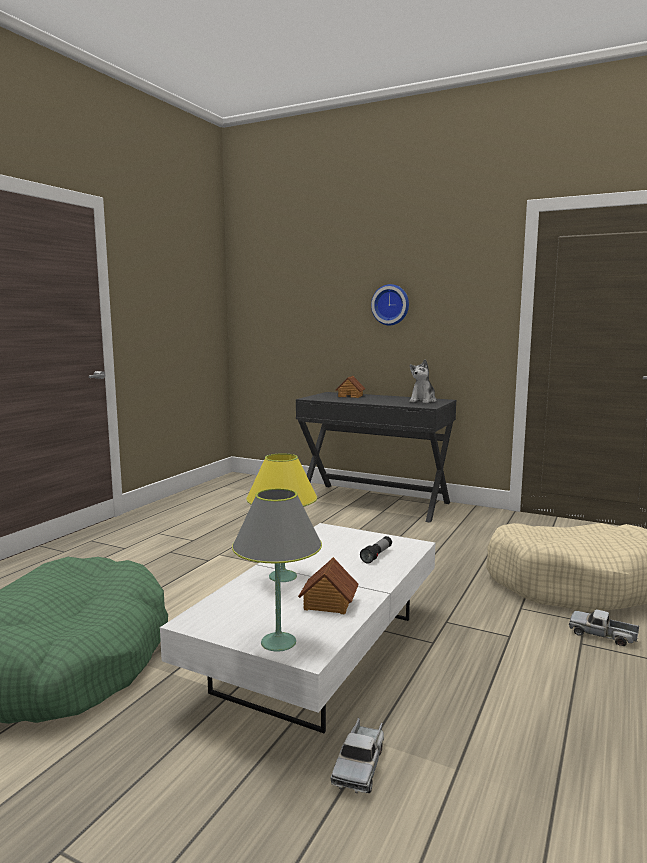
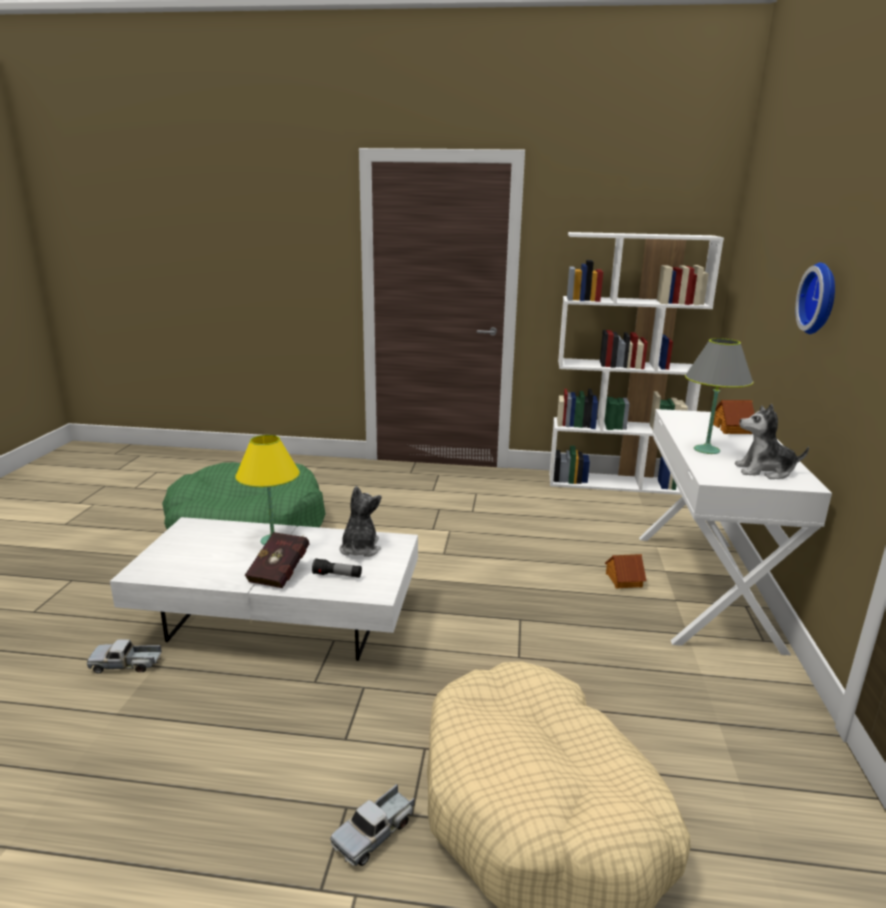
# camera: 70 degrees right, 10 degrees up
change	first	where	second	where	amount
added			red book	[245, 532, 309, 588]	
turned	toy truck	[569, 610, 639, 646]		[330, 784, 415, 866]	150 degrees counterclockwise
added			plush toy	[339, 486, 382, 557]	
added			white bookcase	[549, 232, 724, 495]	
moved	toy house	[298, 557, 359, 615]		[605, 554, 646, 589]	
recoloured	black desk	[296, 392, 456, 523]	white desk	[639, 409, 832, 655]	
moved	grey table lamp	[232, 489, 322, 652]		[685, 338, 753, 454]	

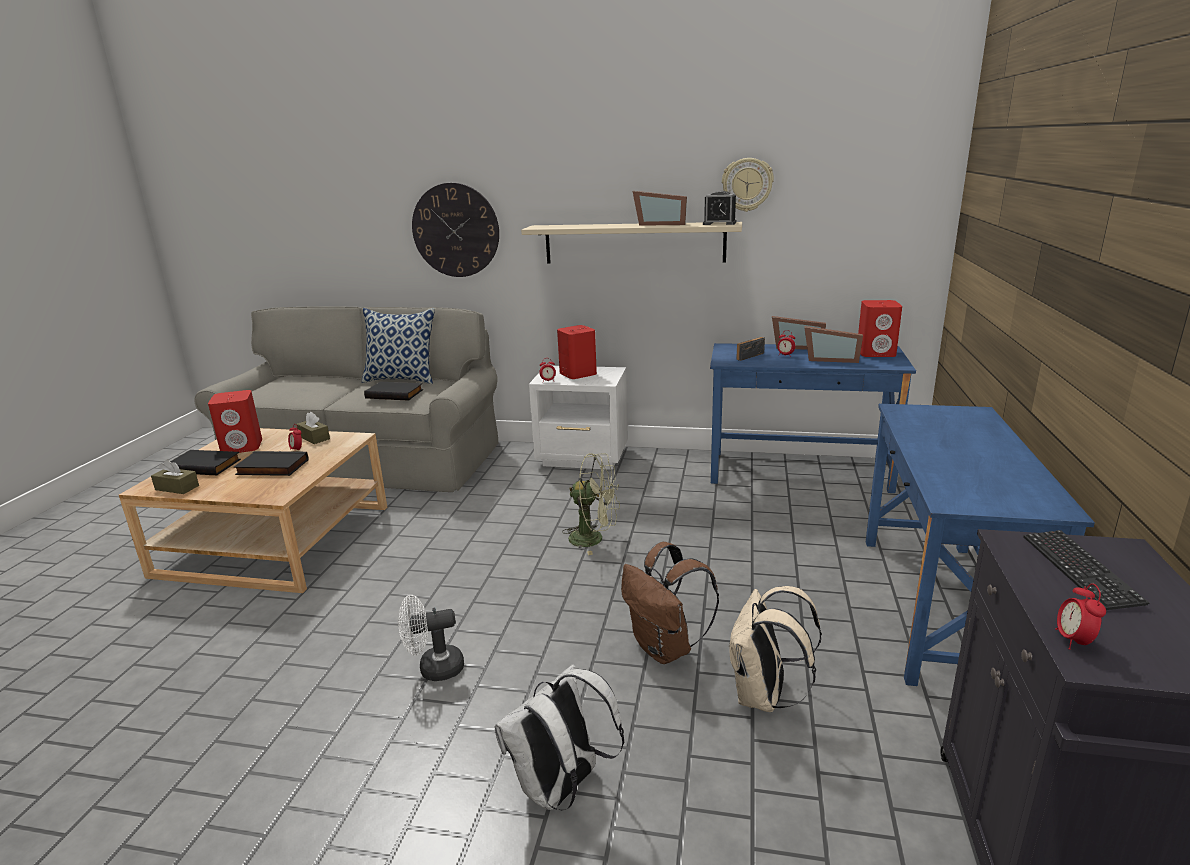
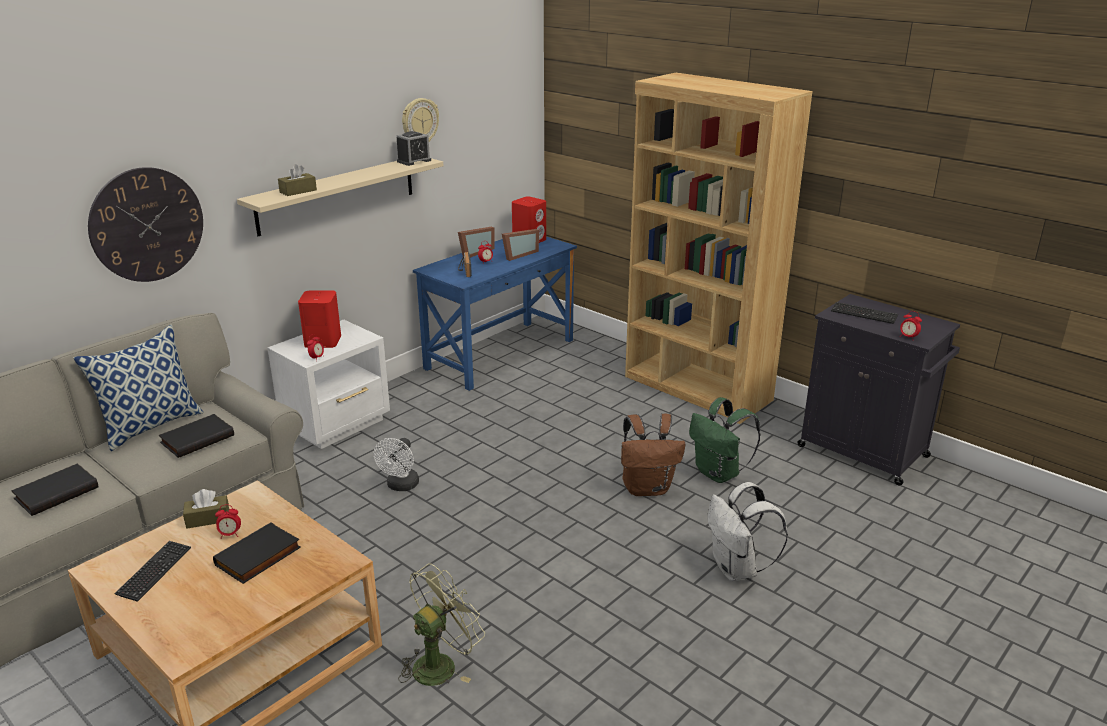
# camera: 60 degrees left, 5 degrees up
change	first	where	second	where	amount
moved	black book	[170, 450, 241, 475]		[11, 463, 98, 516]	
replaced	red speaker	[208, 390, 262, 453]	keyboard	[114, 541, 191, 602]	
moved	brown tissue box	[151, 459, 199, 494]		[278, 164, 317, 196]	
moved	white fan	[398, 595, 464, 681]		[374, 438, 419, 491]	
moved	green fan	[562, 453, 620, 555]		[398, 563, 485, 686]	
replaced	blue desk	[866, 404, 1095, 686]	brown bookcase	[625, 73, 813, 424]	
recoloured	beige backpack	[729, 586, 822, 712]	green backpack	[689, 397, 761, 483]	
removed	picture frame	[633, 191, 687, 226]			

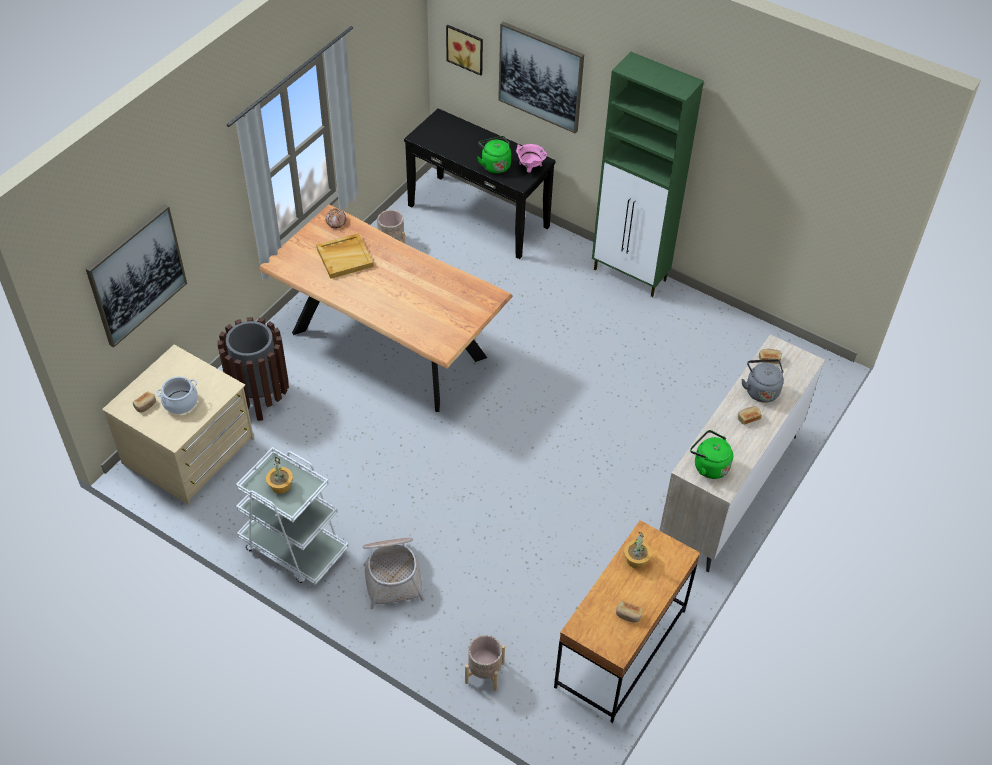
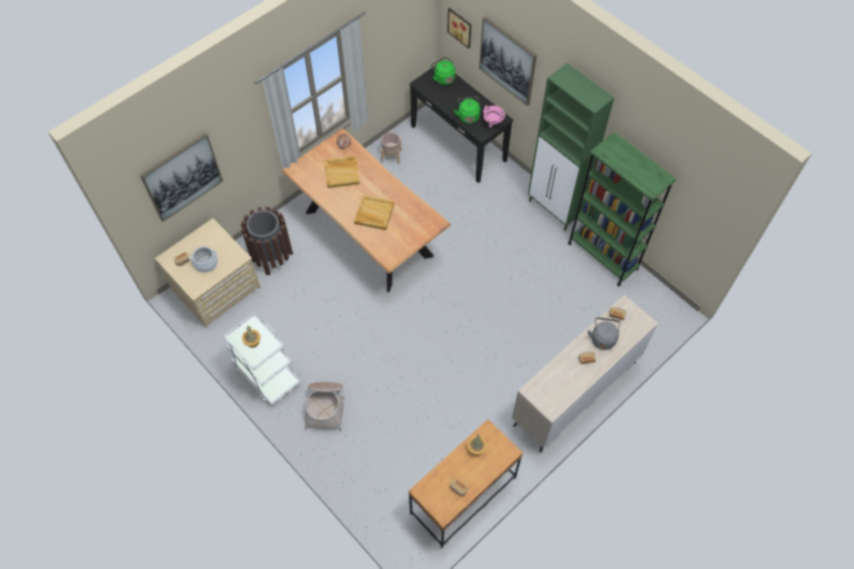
# camera: 15 degrees right, 10 degrees up
change	first	where	second	where	amount
added			beige tray	[354, 195, 394, 230]	
moved	green kettle	[690, 430, 733, 479]		[431, 57, 455, 85]	
added			green bookcase	[568, 132, 676, 286]	
removed	beige planter	[465, 635, 505, 691]			

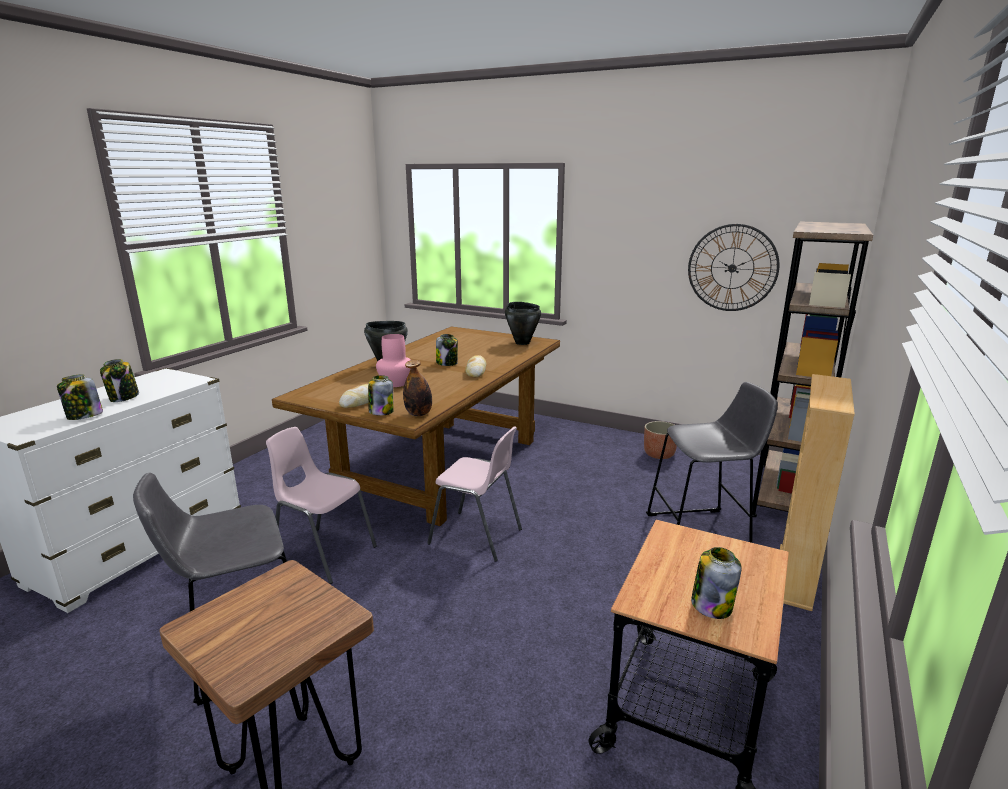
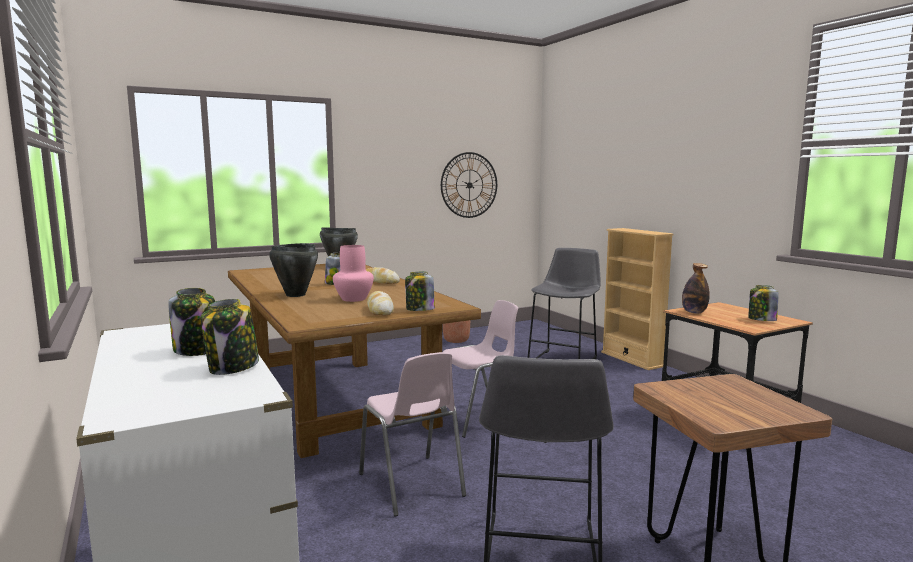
# camera: 55 degrees left, 10 degrees down
change	first	where	second	where	amount
turned	pink chair	[266, 427, 377, 584]		[359, 352, 466, 516]	90 degrees counterclockwise
moved	bottle	[403, 360, 432, 416]		[682, 263, 710, 314]	
removed	brown bookcase	[753, 221, 873, 517]			

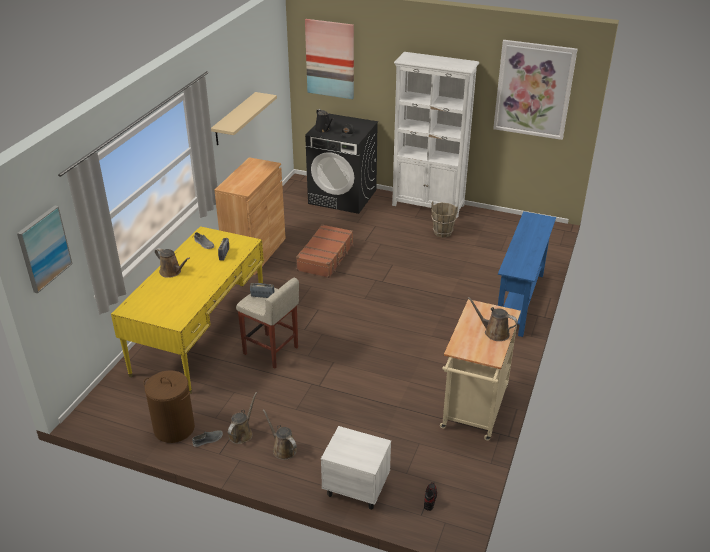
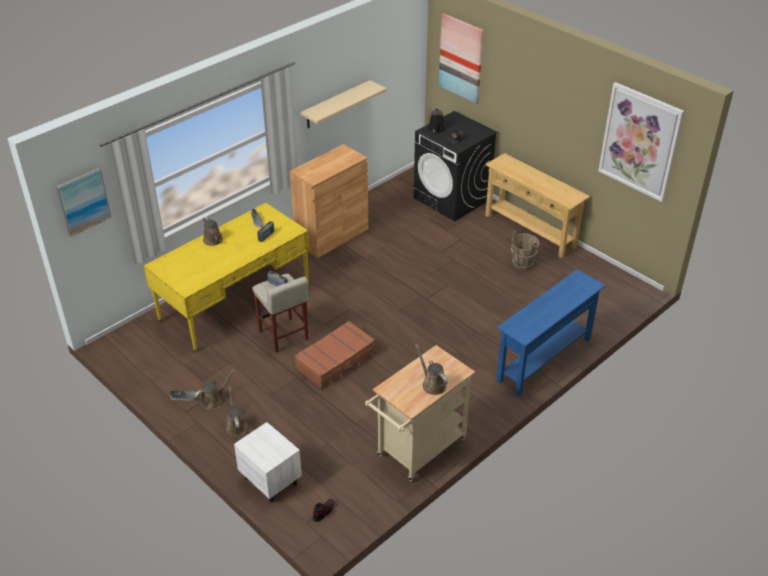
# camera: 25 degrees right, 5 degrees up
change	first	where	second	where	amount
moved	brown suitcase	[296, 224, 354, 278]		[294, 321, 376, 389]	
replaced	white bookcase	[392, 52, 479, 218]	beige console table	[485, 153, 590, 258]	
removed	brown laundry basket	[143, 370, 195, 443]			

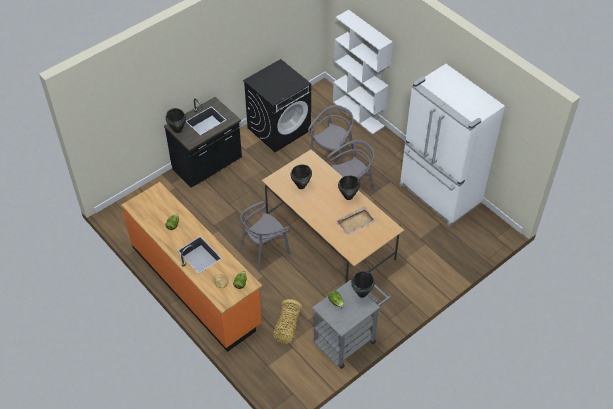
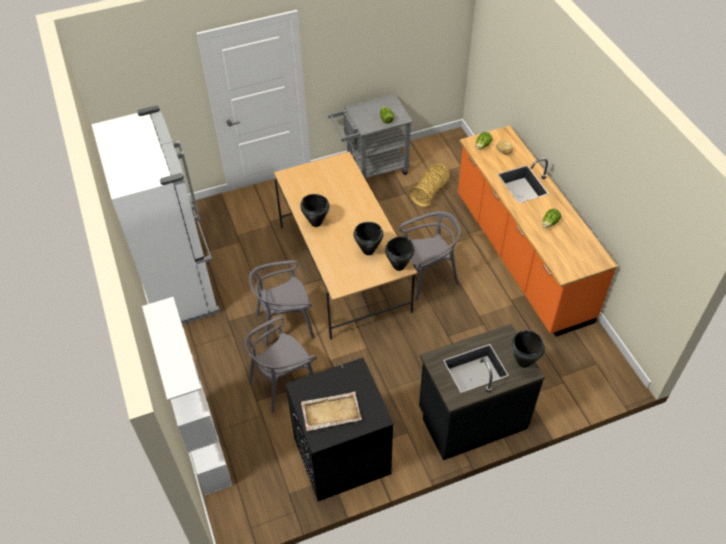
# camera: 160 degrees left, 0 degrees up
change	first	where	second	where	amount
moved	beige tray	[336, 206, 376, 236]		[301, 391, 362, 431]	
moved	black cooking pot	[352, 271, 375, 298]		[385, 237, 414, 271]	

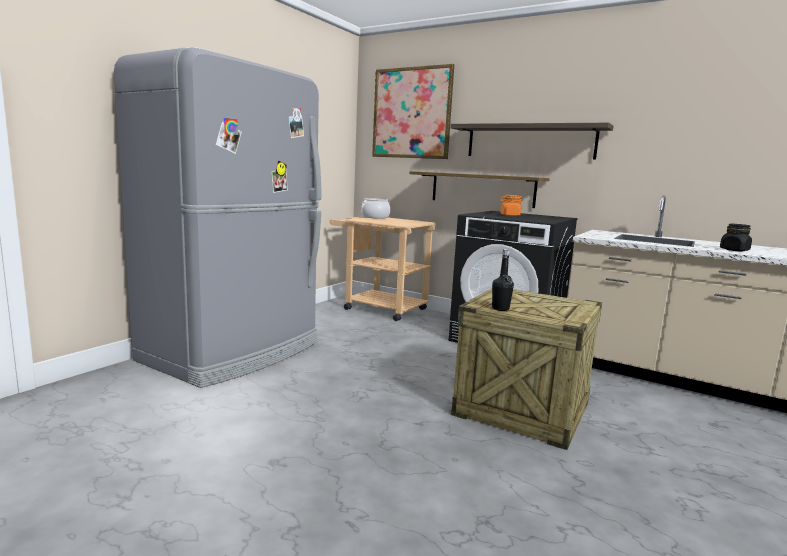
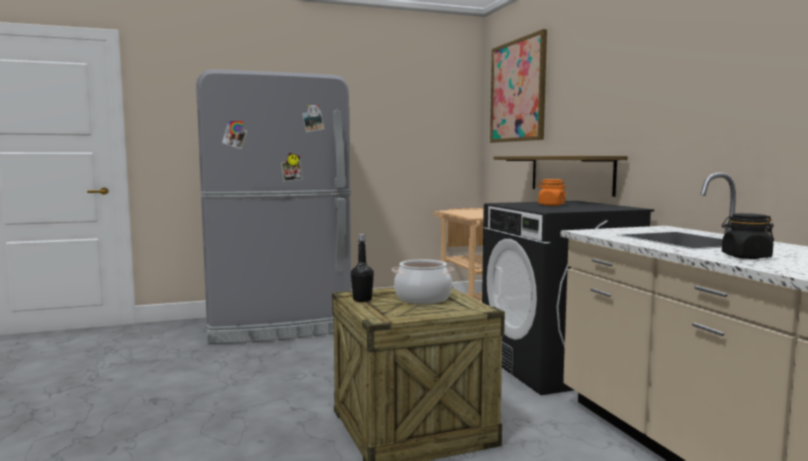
# camera: 40 degrees right, 5 degrees down
change	first	where	second	where	amount
moved	cooking pot	[361, 198, 390, 219]		[392, 260, 455, 304]	
removed	shelf	[451, 123, 614, 160]			

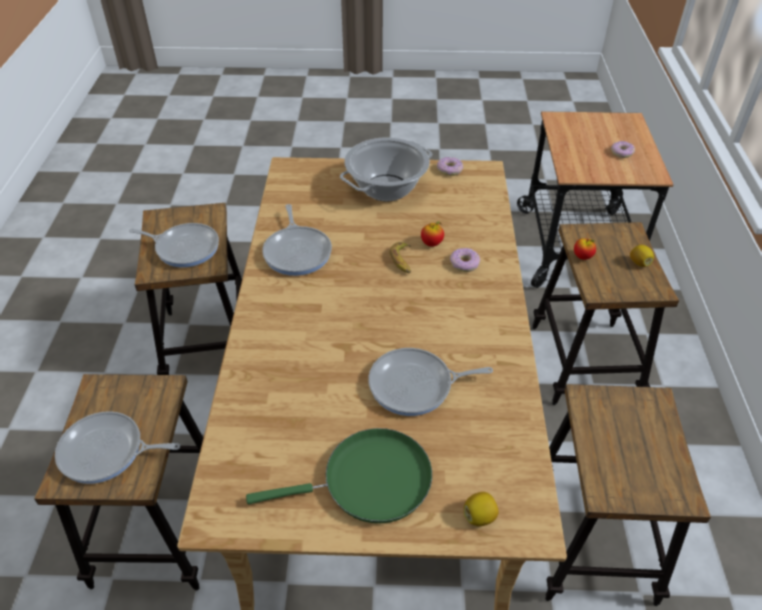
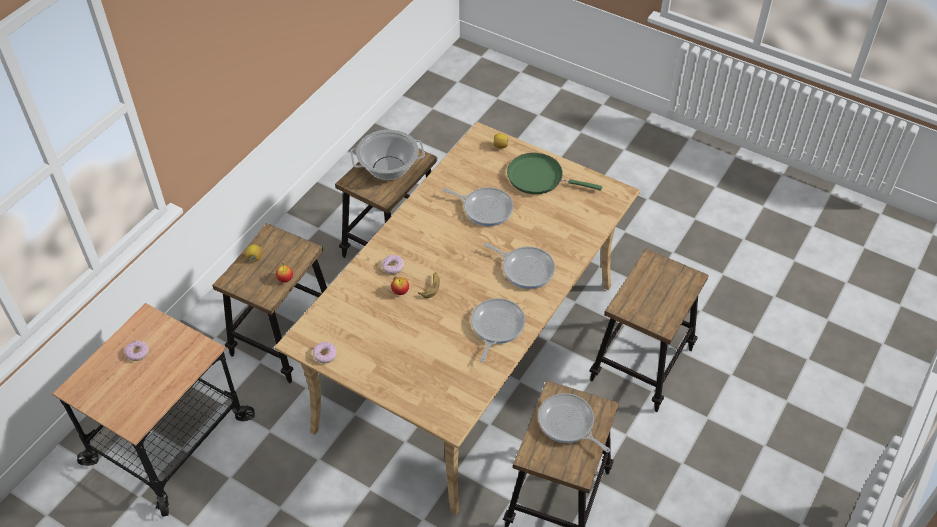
# camera: 150 degrees left, 5 degrees up
change	first	where	second	where	amount
moved	cooking pot	[340, 137, 432, 201]		[350, 130, 425, 180]	
moved	frying pan	[55, 411, 180, 484]		[484, 243, 555, 289]	

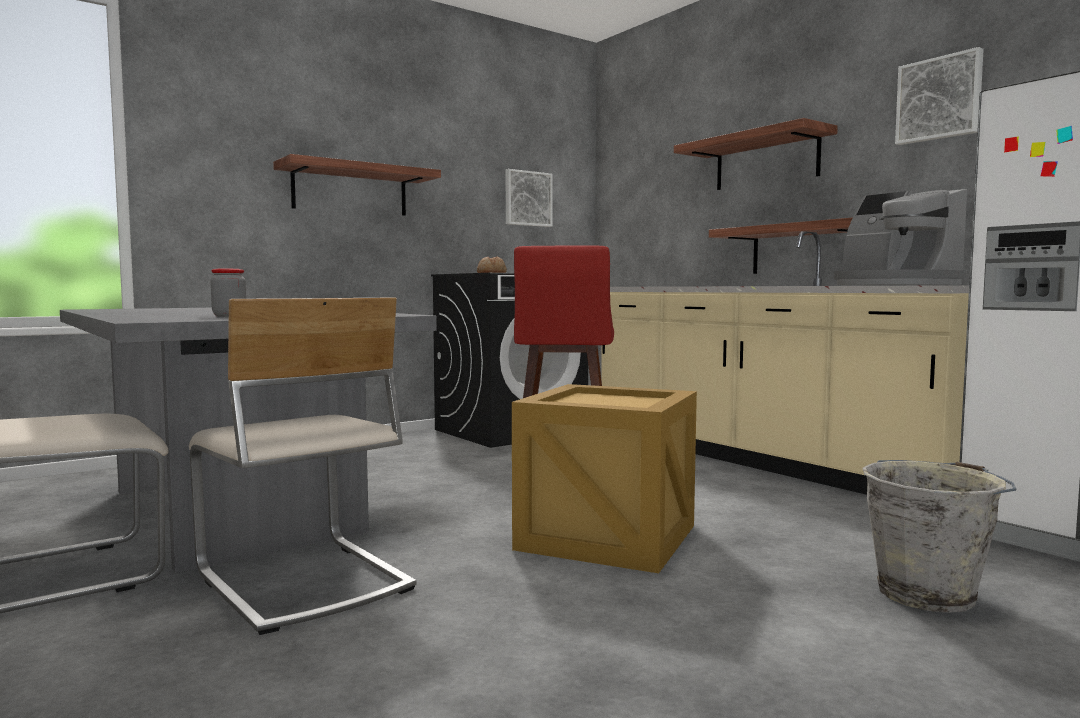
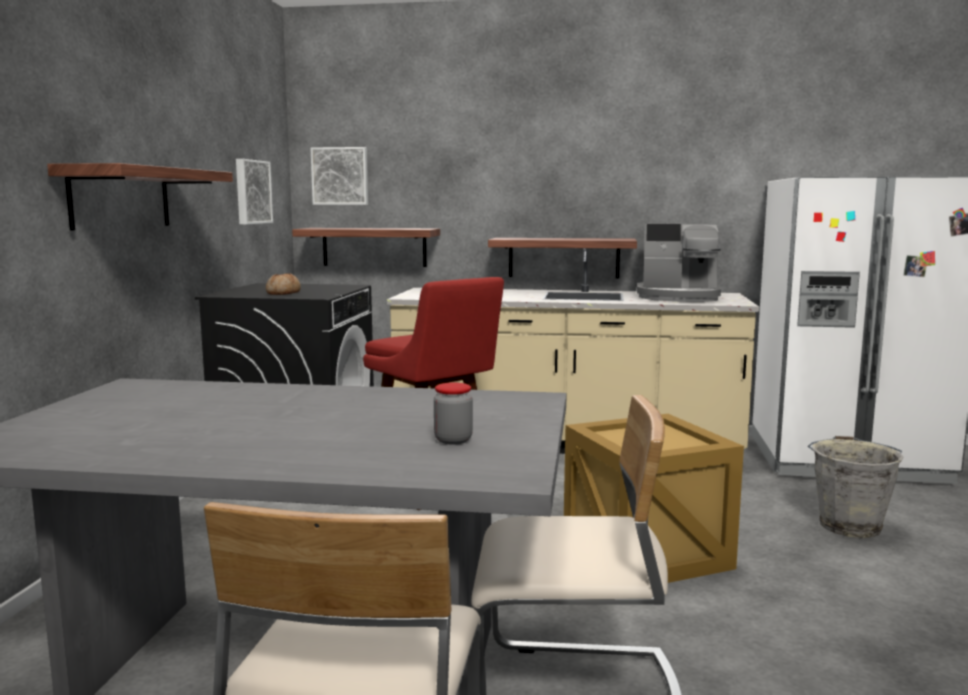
# camera: 45 degrees left, 5 degrees up
change	first	where	second	where	amount
moved	shelf	[674, 118, 838, 190]		[292, 228, 440, 267]	
moved	picture	[895, 47, 984, 145]		[311, 147, 368, 205]	

